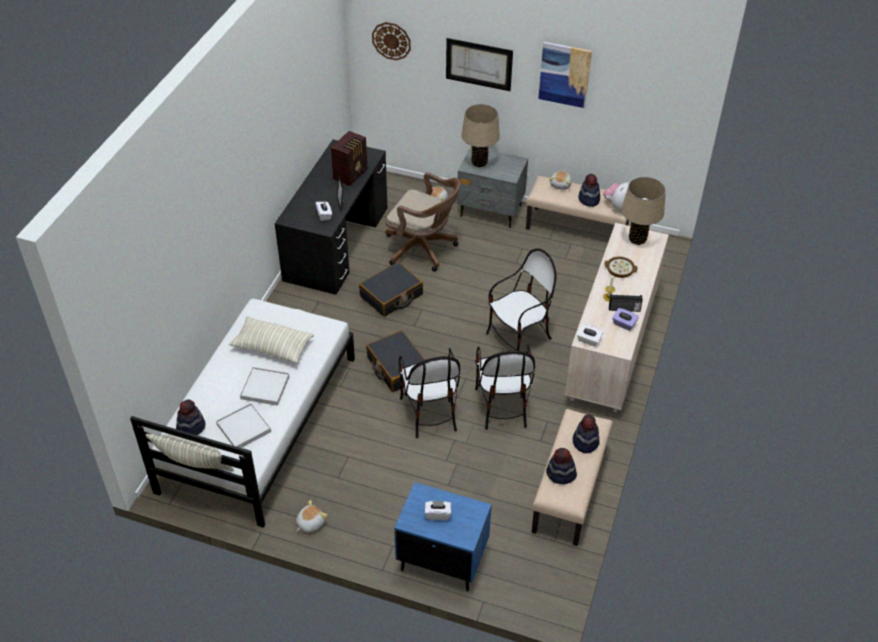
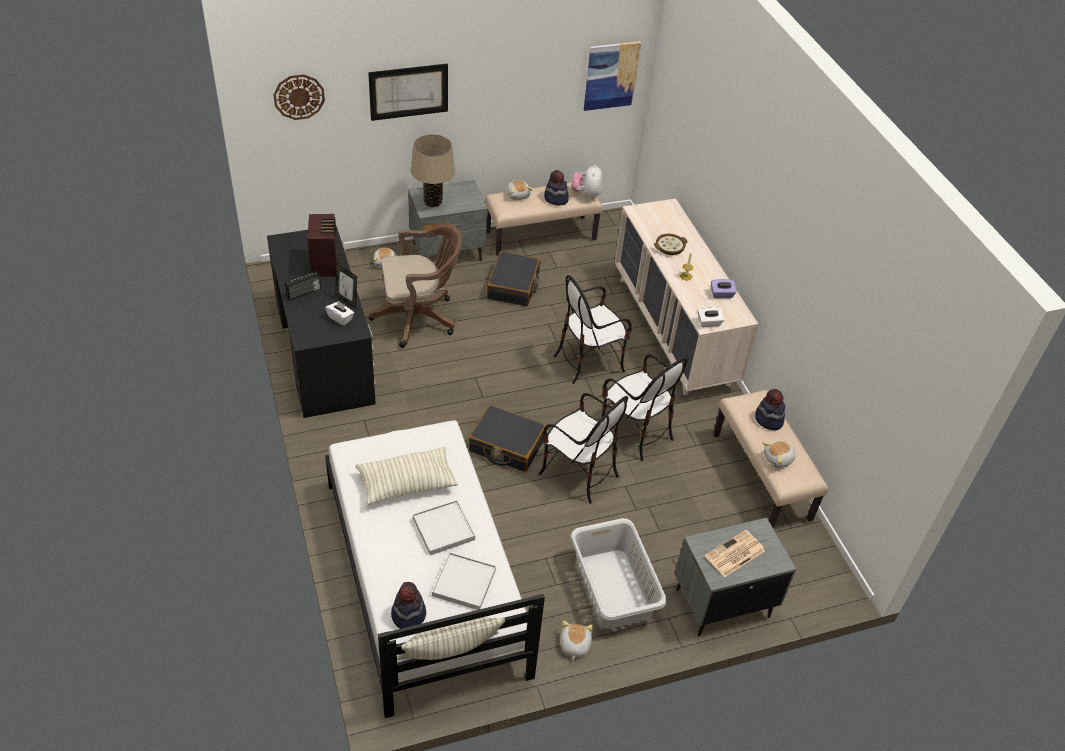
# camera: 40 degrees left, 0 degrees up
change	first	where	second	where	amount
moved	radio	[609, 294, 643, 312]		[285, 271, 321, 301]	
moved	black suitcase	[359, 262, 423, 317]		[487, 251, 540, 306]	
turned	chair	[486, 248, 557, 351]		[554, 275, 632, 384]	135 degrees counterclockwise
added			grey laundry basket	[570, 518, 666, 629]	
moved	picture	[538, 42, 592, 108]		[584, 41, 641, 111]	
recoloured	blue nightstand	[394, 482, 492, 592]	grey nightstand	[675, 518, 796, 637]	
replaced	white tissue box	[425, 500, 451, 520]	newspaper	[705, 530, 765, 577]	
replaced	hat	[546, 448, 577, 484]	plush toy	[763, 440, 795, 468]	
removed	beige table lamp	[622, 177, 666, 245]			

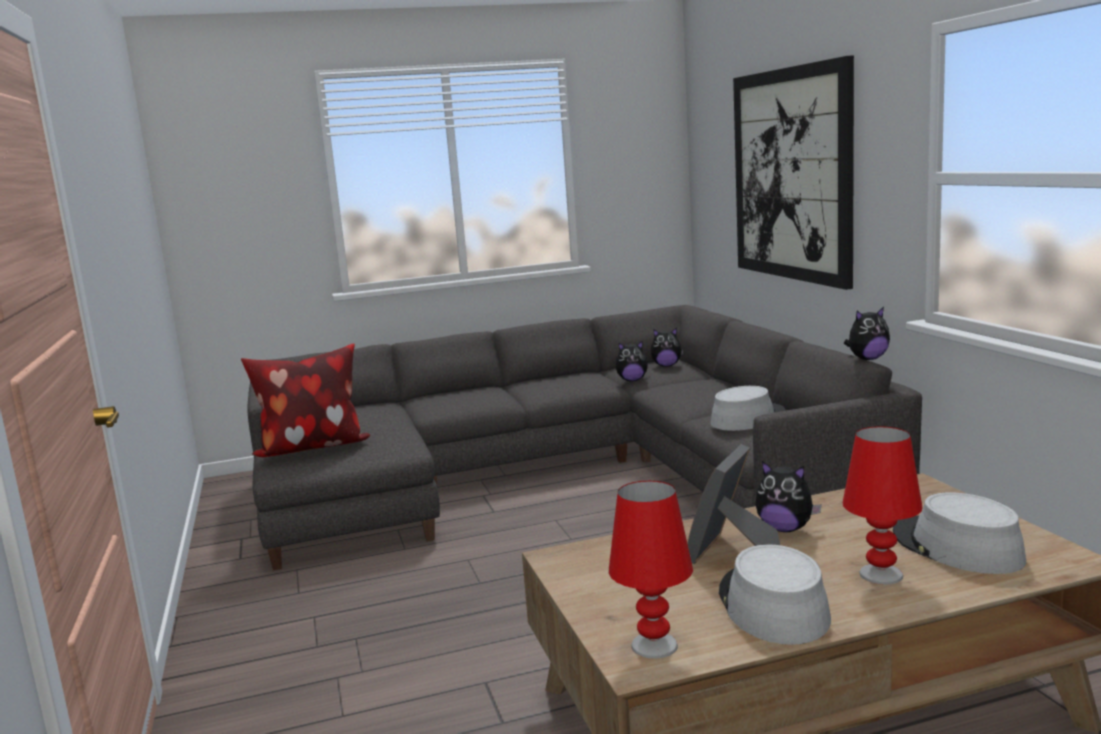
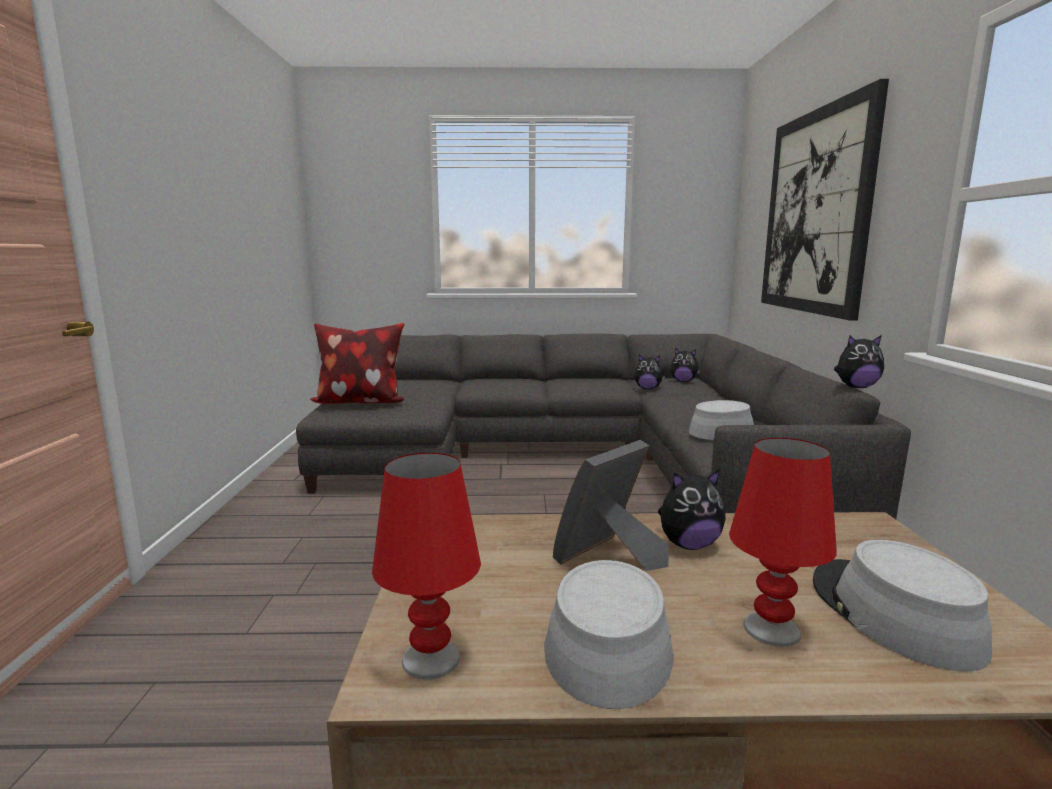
# camera: 15 degrees right, 0 degrees up
change	first	where	second	where	amount
turned	plush toy	[755, 461, 822, 532]		[658, 469, 726, 550]	60 degrees counterclockwise

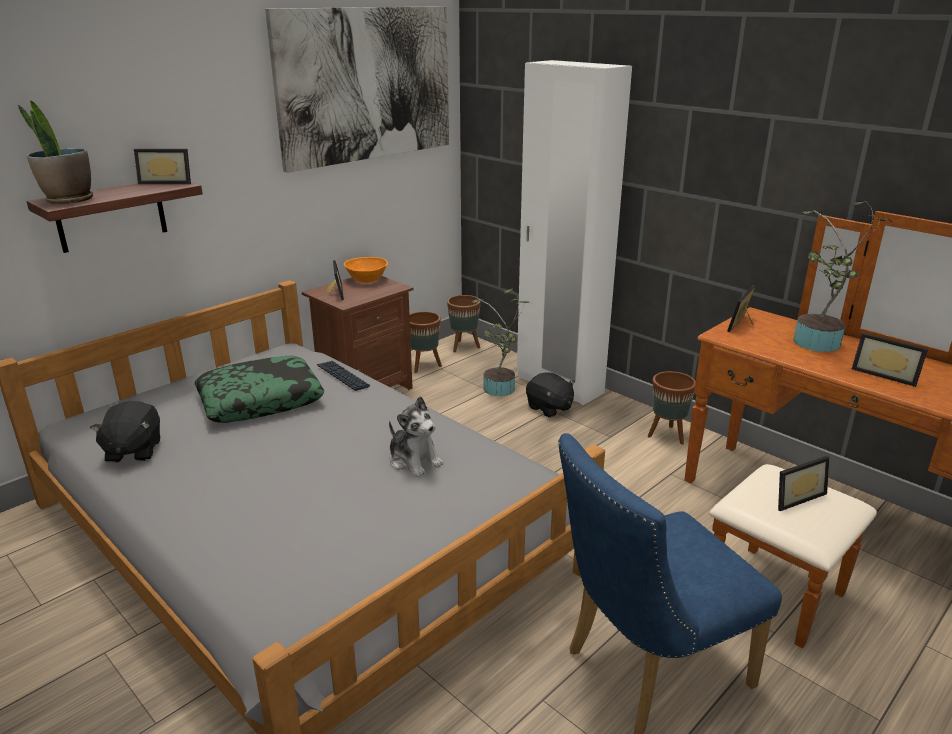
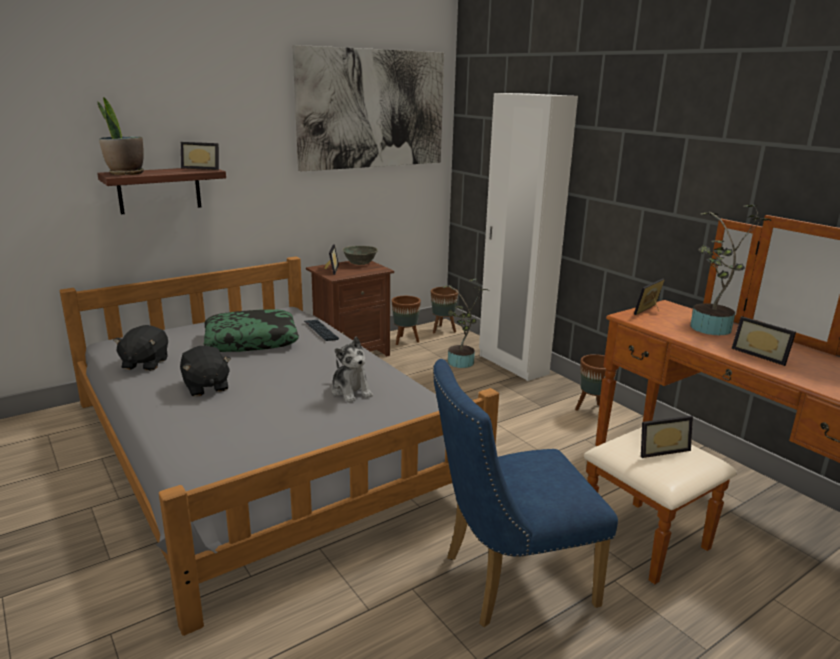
# camera: 10 degrees right, 5 degrees down
change	first	where	second	where	amount
moved	black plush toy	[526, 372, 575, 418]		[180, 346, 231, 397]	
recoloured	orange bowl	[344, 257, 388, 283]	grey bowl	[342, 246, 378, 265]	

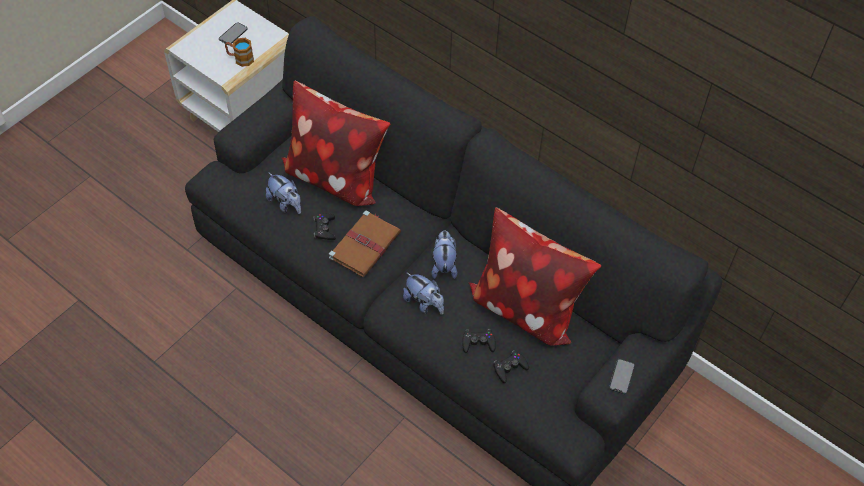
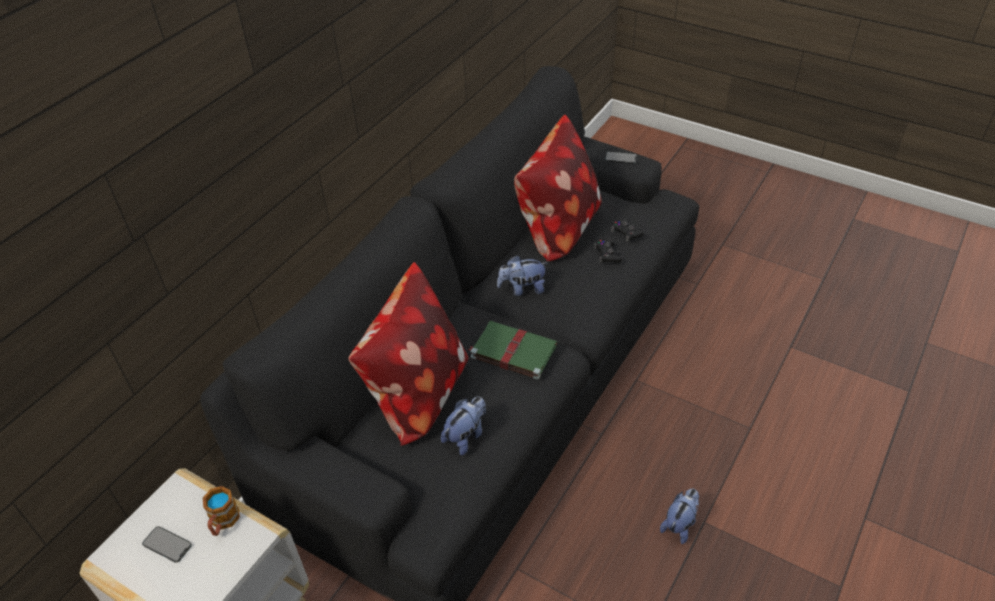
# camera: 95 degrees left, 10 degrees down
change	first	where	second	where	amount
recoloured	brown book	[329, 210, 401, 277]	green book	[468, 321, 557, 380]	
moved	plush toy	[403, 272, 444, 315]		[660, 489, 700, 544]	
removed	black game controller	[313, 213, 336, 240]			

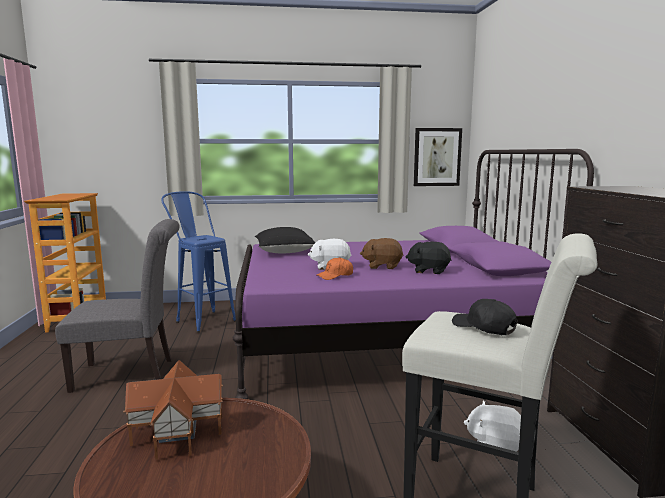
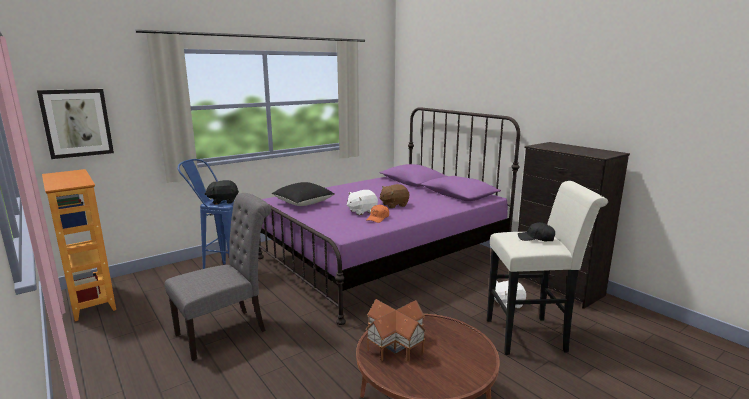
# camera: 30 degrees left, 5 degrees up
change	first	where	second	where	amount
moved	picture	[414, 128, 462, 186]		[37, 89, 114, 159]	
moved	black plush toy	[406, 242, 452, 274]		[204, 180, 239, 205]	

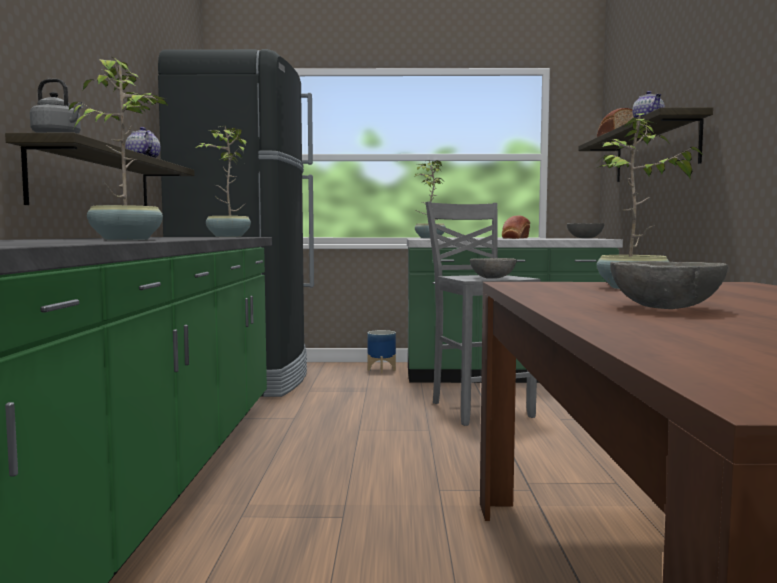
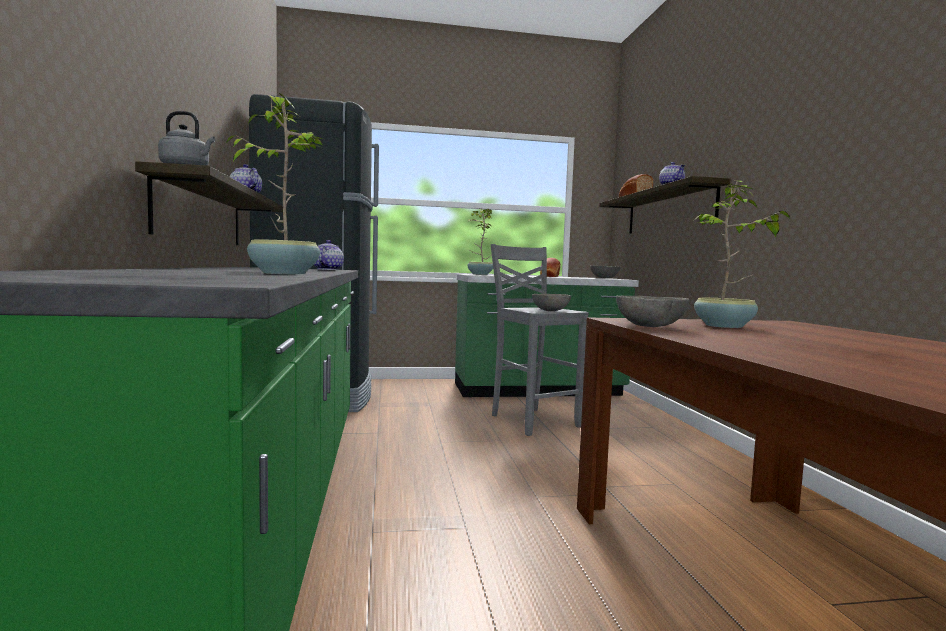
# camera: 10 degrees left, 0 degrees up
change	first	where	second	where	amount
replaced	potted plant	[196, 126, 251, 237]	teapot	[314, 240, 344, 270]	
moved	grey bowl	[610, 261, 728, 309]		[616, 296, 689, 327]	
removed	planter	[368, 330, 396, 374]			

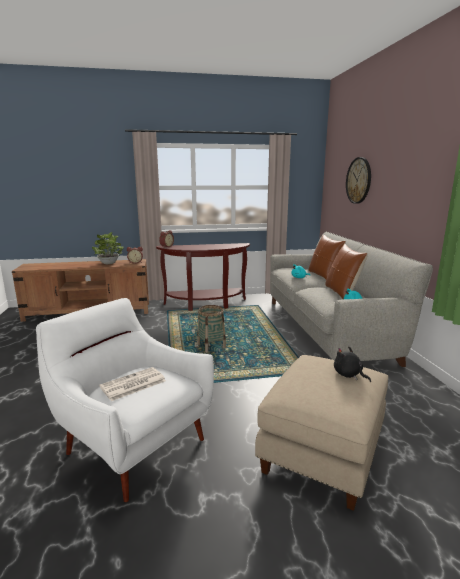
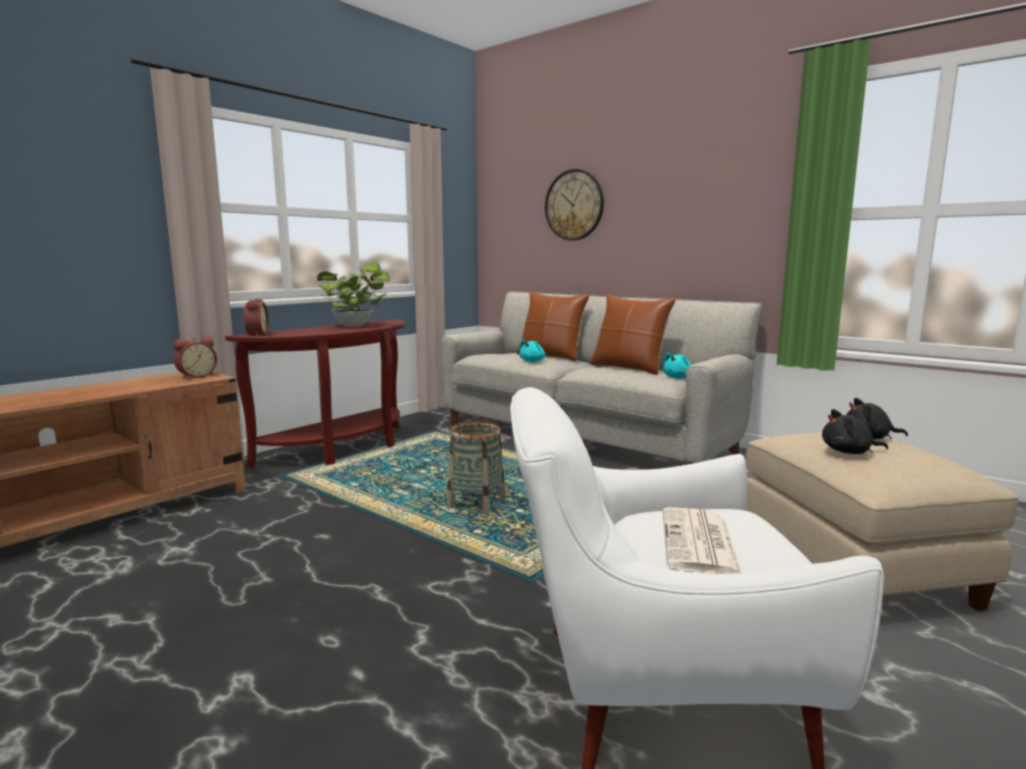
# camera: 40 degrees left, 5 degrees down
change	first	where	second	where	amount
moved	potted plant	[92, 232, 124, 264]		[317, 262, 390, 327]	
added			black plush toy	[822, 409, 888, 454]	

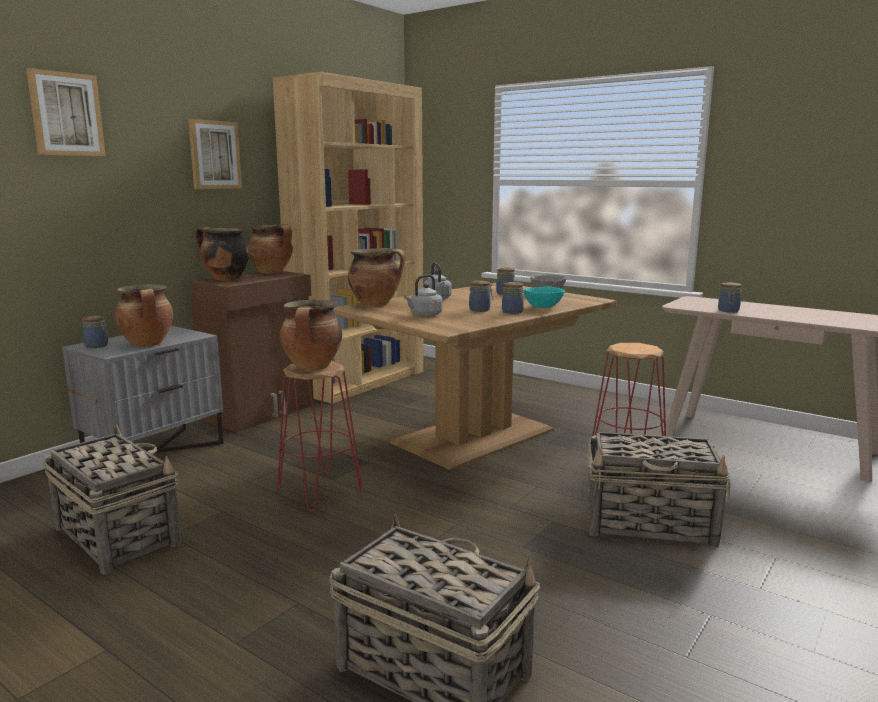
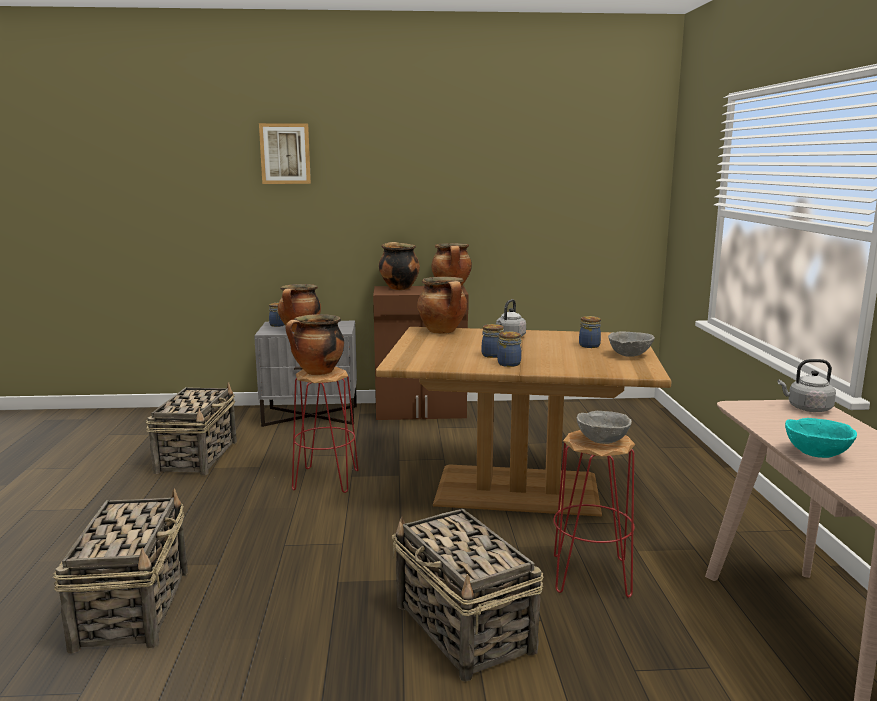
# camera: 50 degrees right, 0 degrees up
change	first	where	second	where	amount
added			grey bowl	[577, 411, 632, 444]	
moved	grey kettle	[404, 275, 443, 317]		[778, 359, 836, 412]	
moved	turquoise bowl	[523, 287, 565, 308]		[785, 418, 857, 458]	
removed	picture	[188, 119, 242, 189]			
removed	brown bookcase	[272, 72, 424, 403]			
removed	jar	[718, 282, 742, 313]			

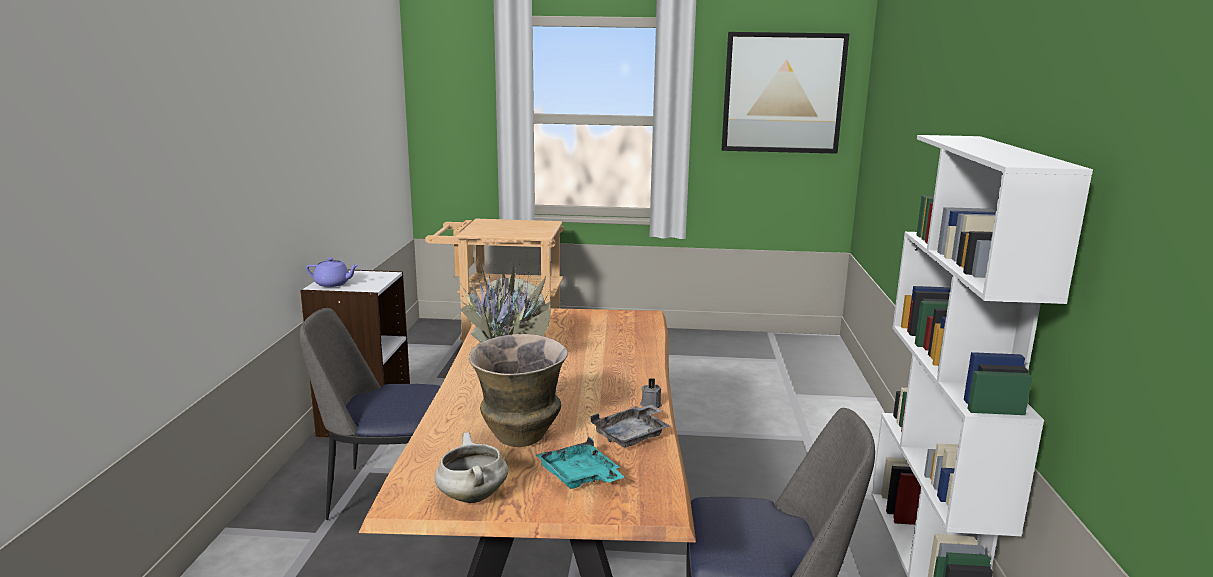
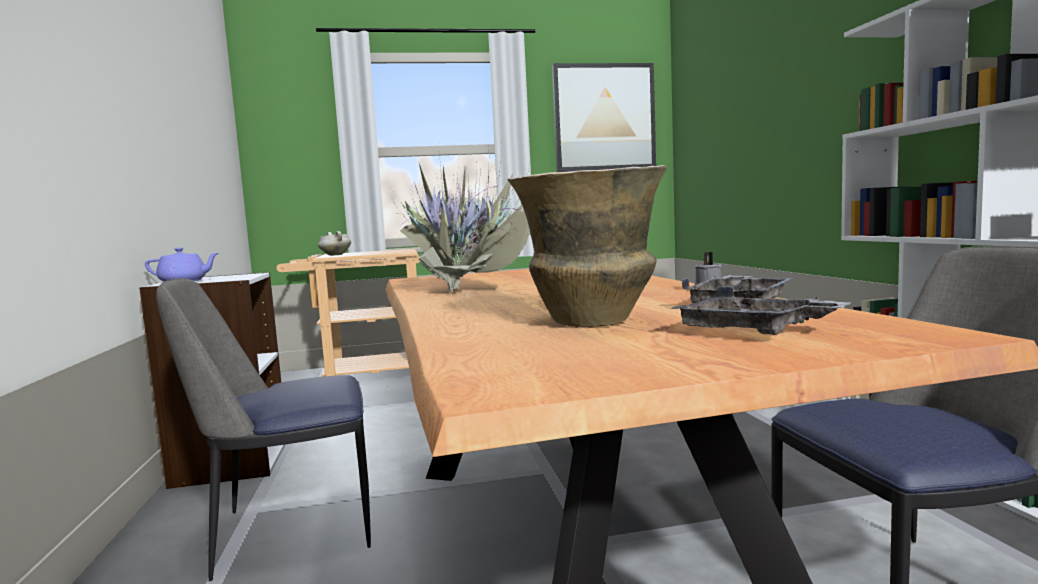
# camera: 15 degrees left, 10 degrees down
change	first	where	second	where	amount
moved	white cooking pot	[435, 432, 508, 503]		[318, 231, 351, 256]	
recoloured	turquoise tray	[536, 436, 624, 489]	grey tray	[670, 286, 851, 335]	

